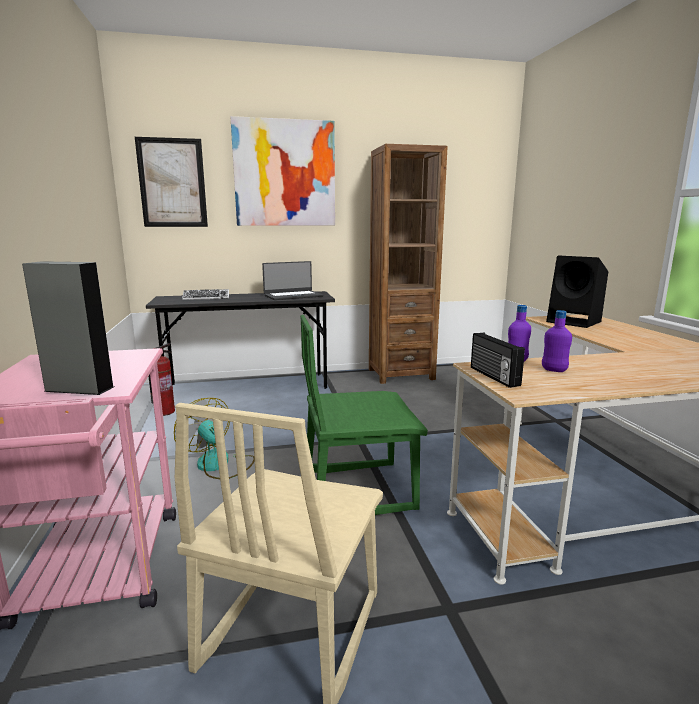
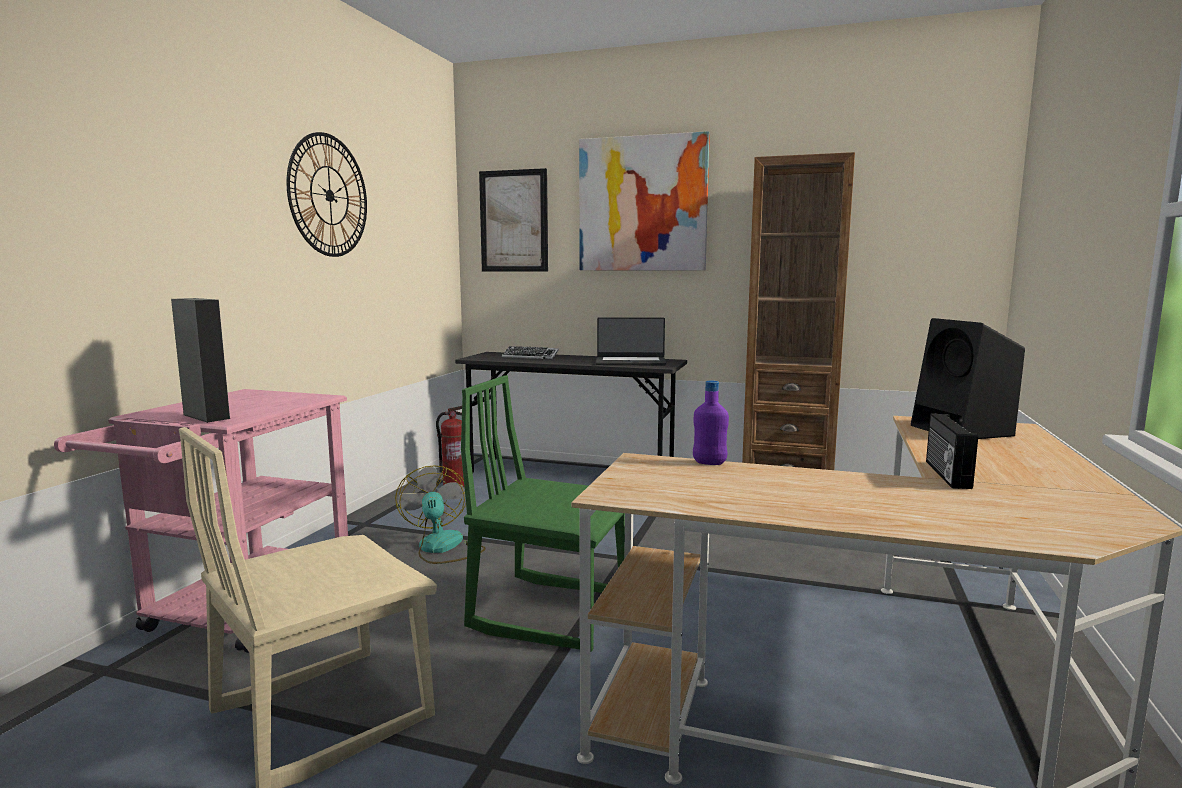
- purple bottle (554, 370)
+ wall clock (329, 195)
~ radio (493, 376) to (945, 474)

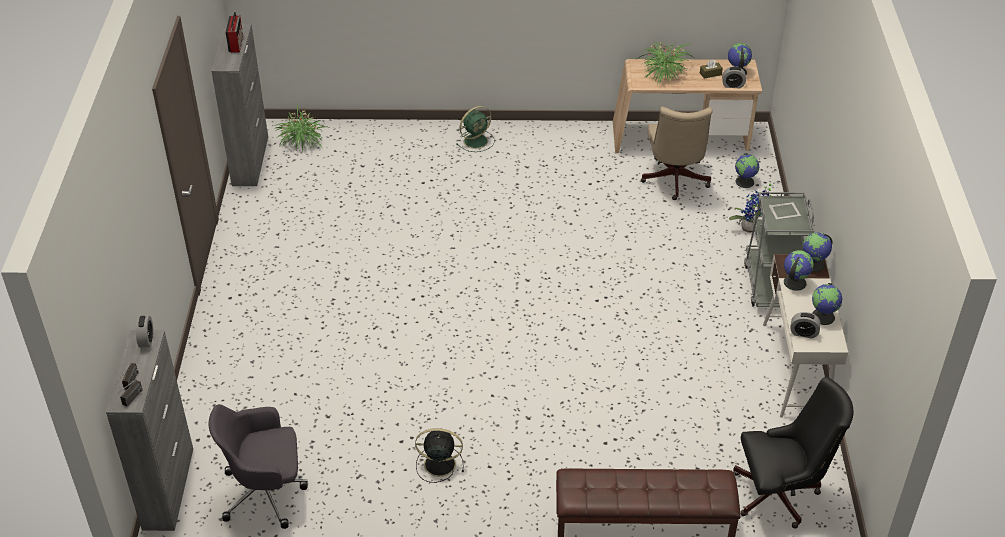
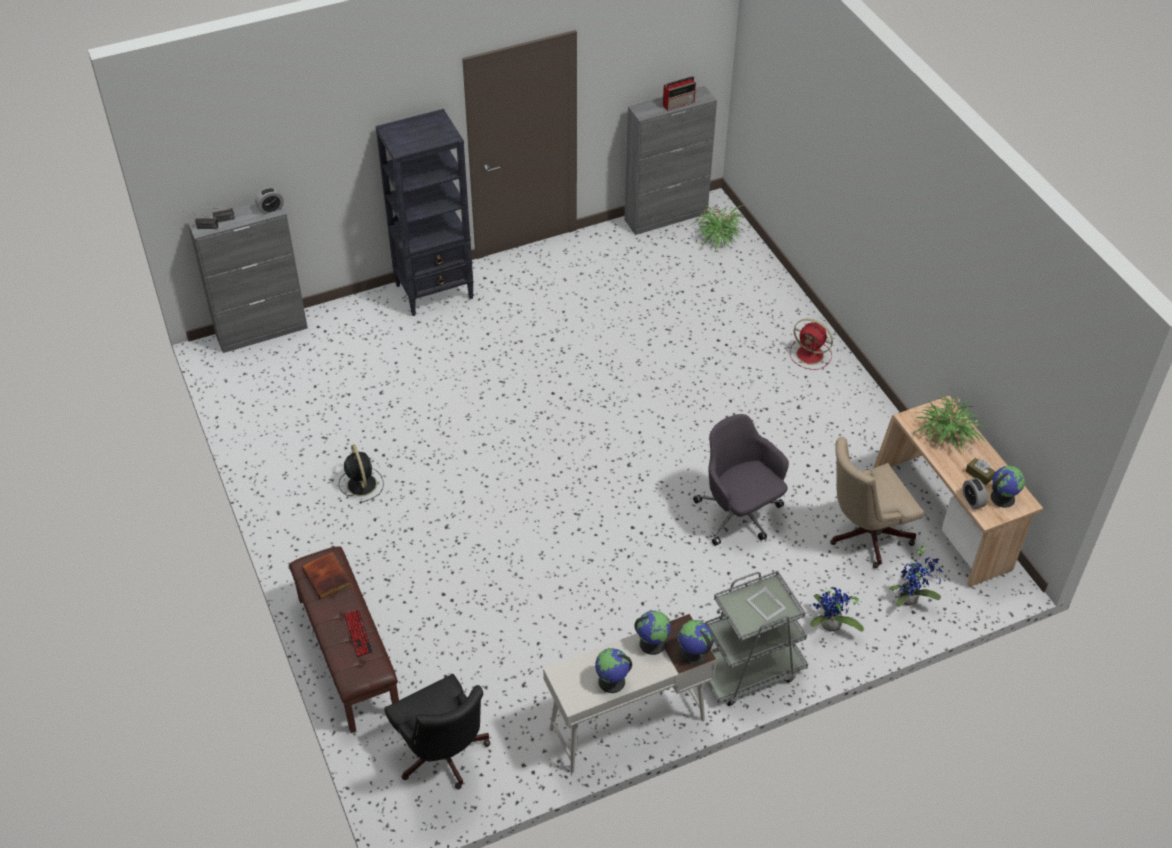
- alarm clock (803, 333)
+ book (327, 577)
+ keyboard (358, 633)
+ black bookcase (435, 291)
~ grey office chair (266, 493) to (739, 515)
~ globe (745, 181) to potted plant (910, 599)
~ green fan (476, 141) to red fan (811, 355)

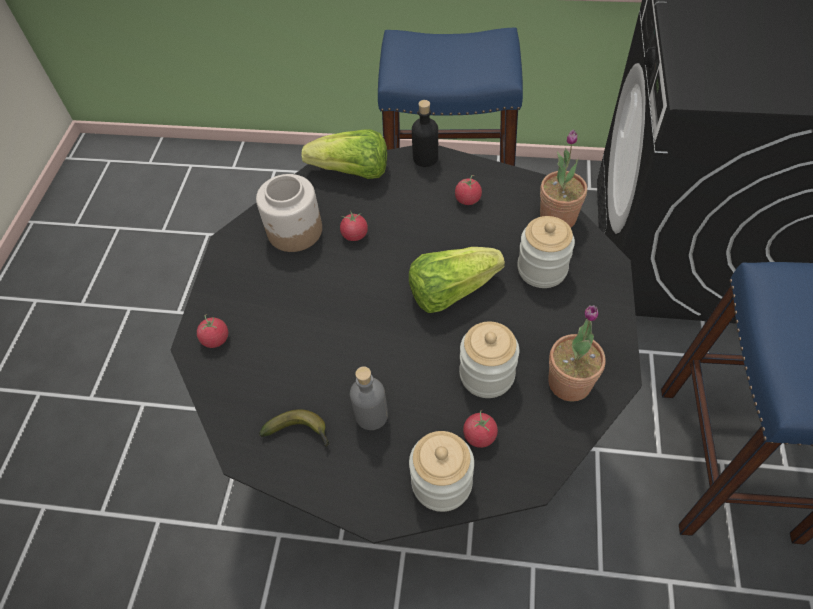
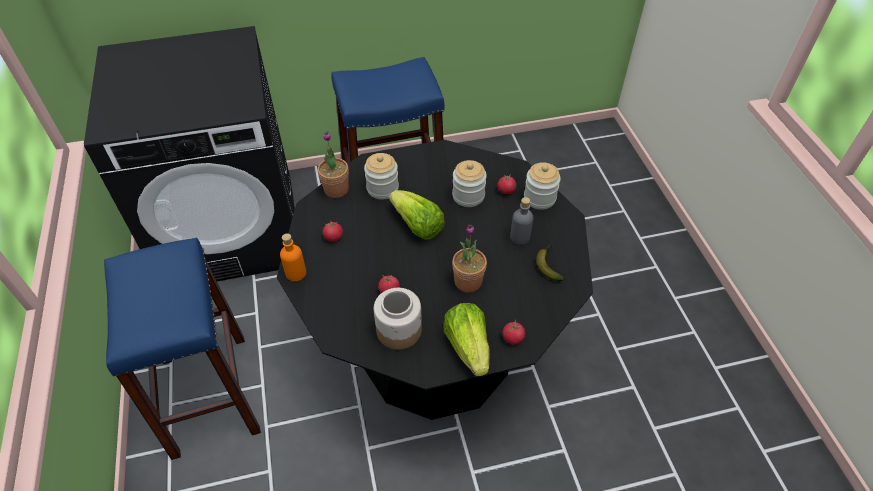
~ lettuce (352, 172) to (468, 346)
~ potted plant (569, 383) to (468, 281)
~ black bottle (425, 158) to orange bottle (296, 273)

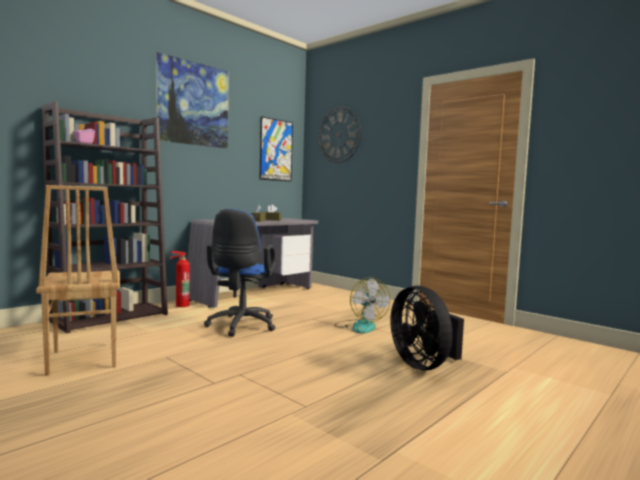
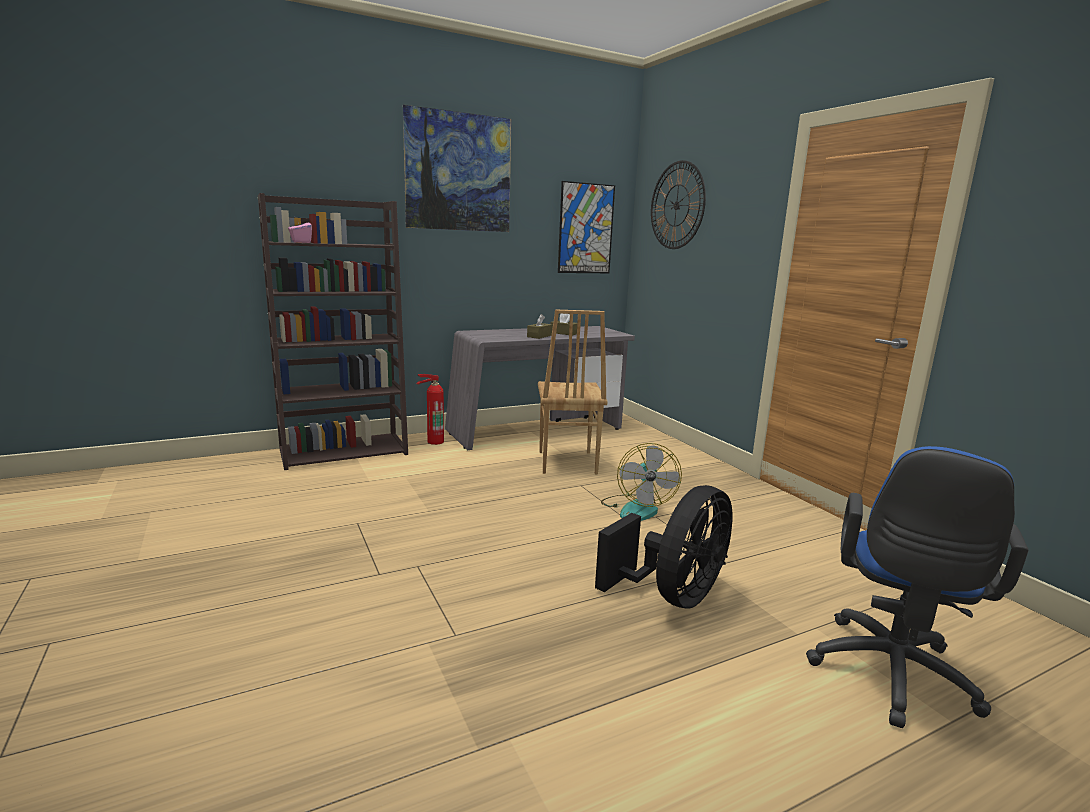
~ brown chair (82, 359) to (566, 462)
~ blue office chair (240, 326) to (890, 678)
~ black fan (423, 365) = (673, 596) 135 degrees counterclockwise

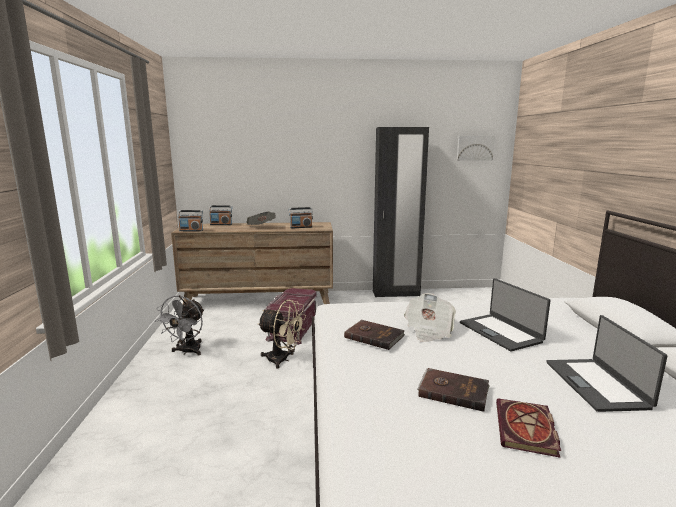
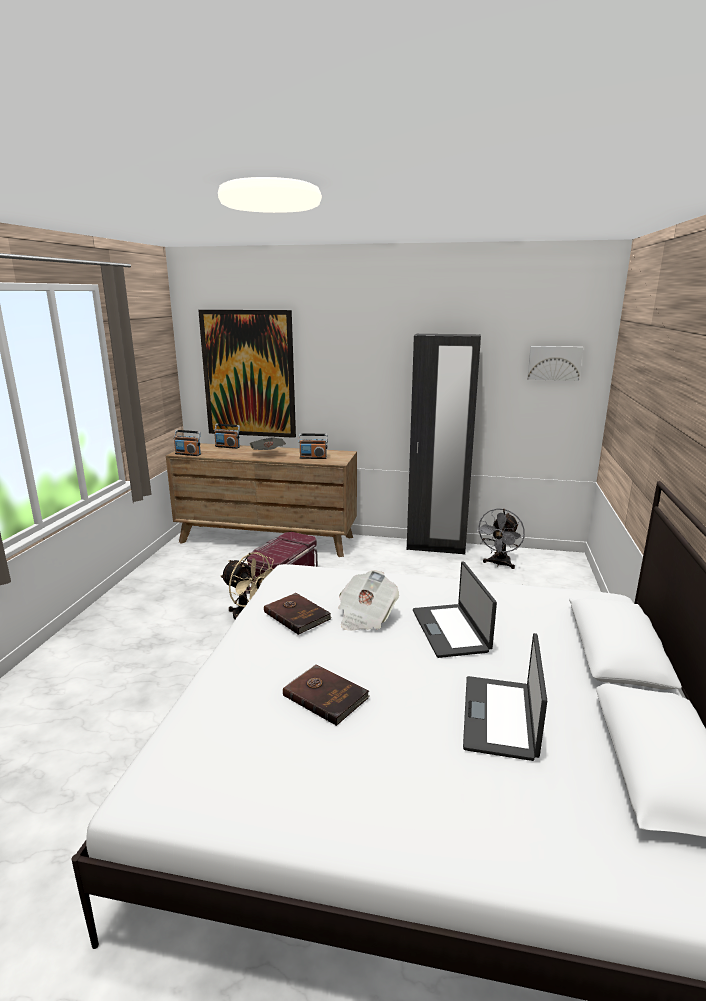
- book (527, 430)
+ picture (248, 374)
~ grey fan (187, 352) to (499, 564)

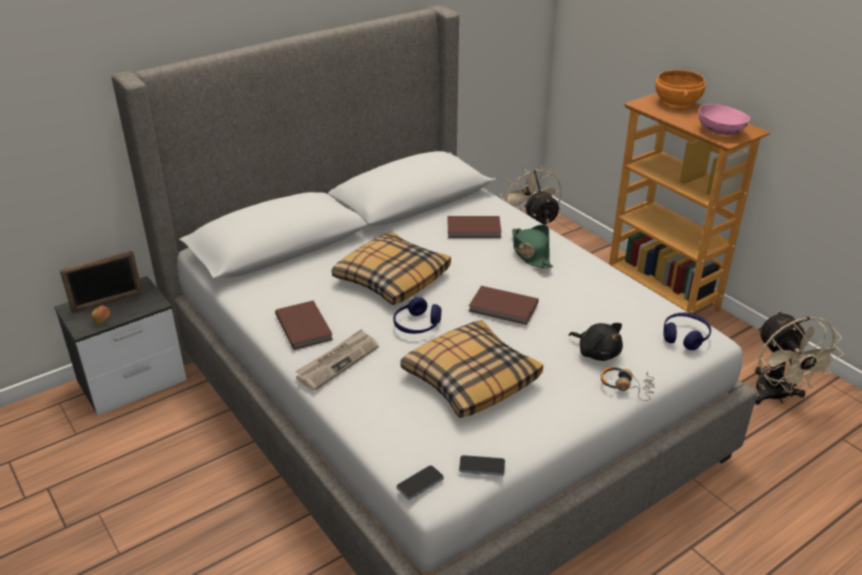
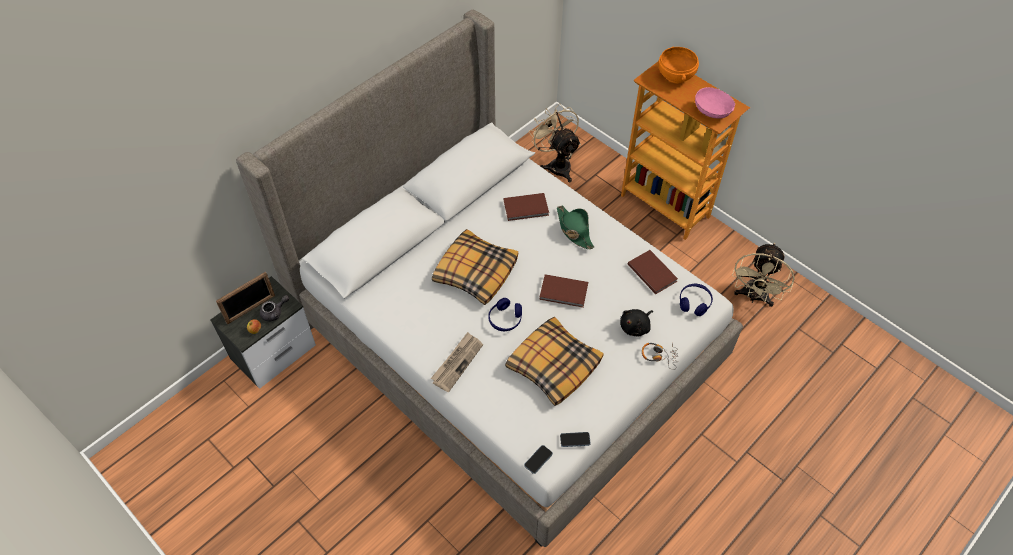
+ grey teapot (275, 312)
~ brown book (305, 326) to (652, 272)
~ black plush toy (597, 352) = (635, 327) 105 degrees clockwise
~ beige fan (777, 396) = (753, 297) 45 degrees clockwise

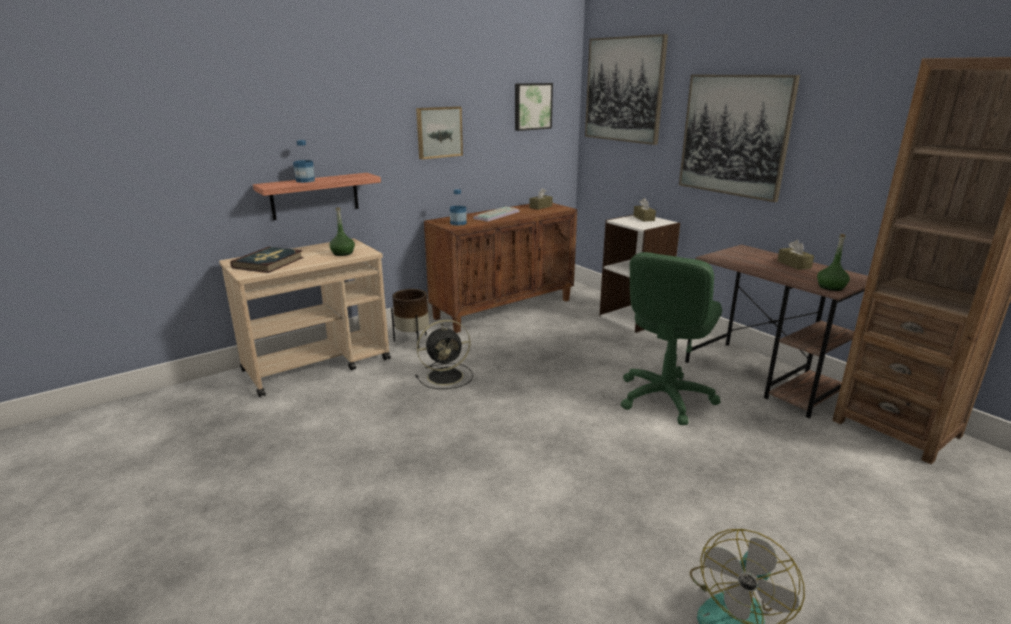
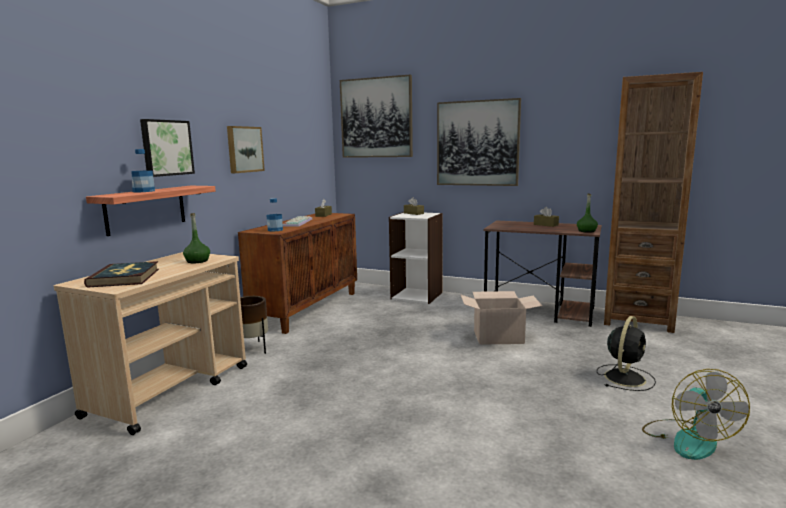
~ black fan (447, 376) to (625, 377)
~ picture (532, 106) to (166, 148)
~ green office chair (665, 398) to cardboard box (498, 337)

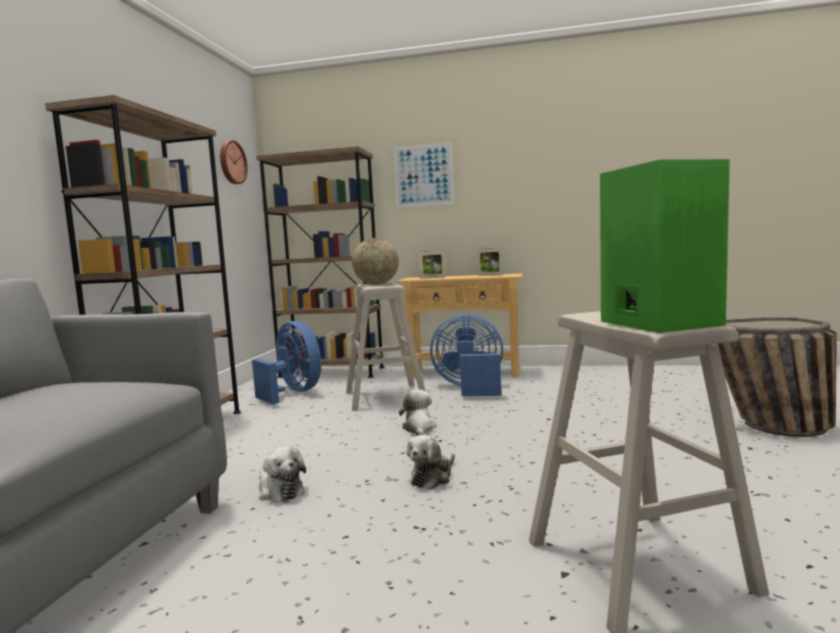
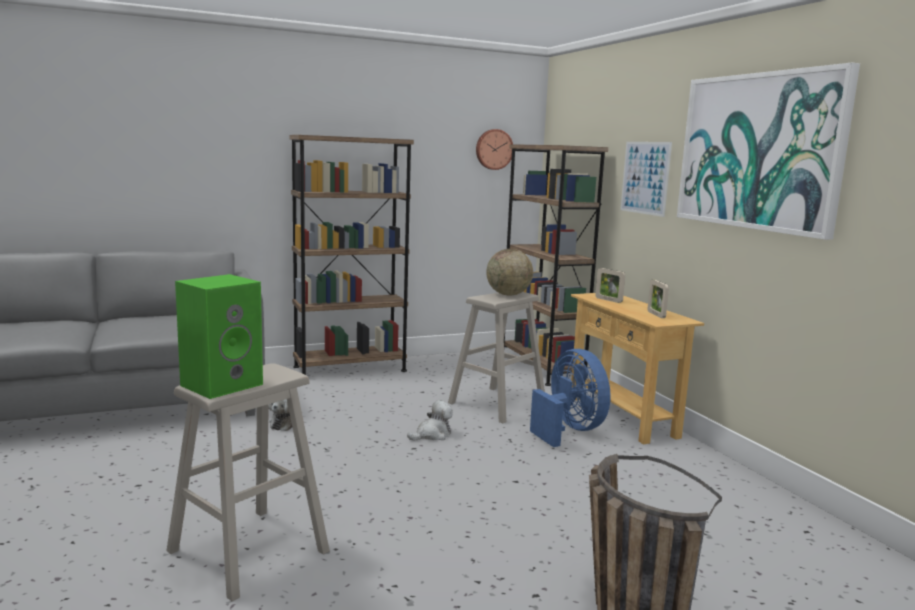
- blue fan (293, 393)
- plush toy (432, 477)
+ picture (758, 151)

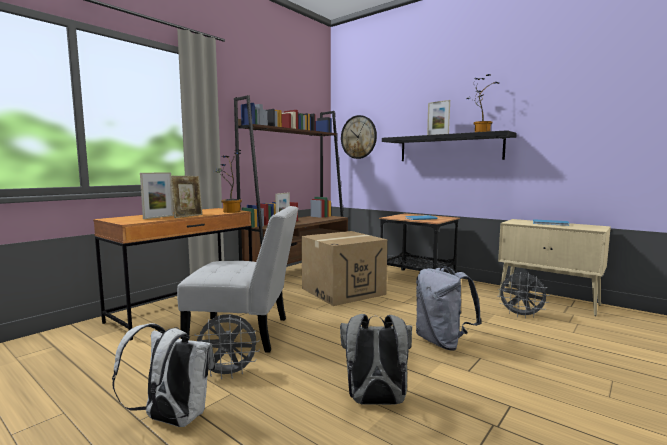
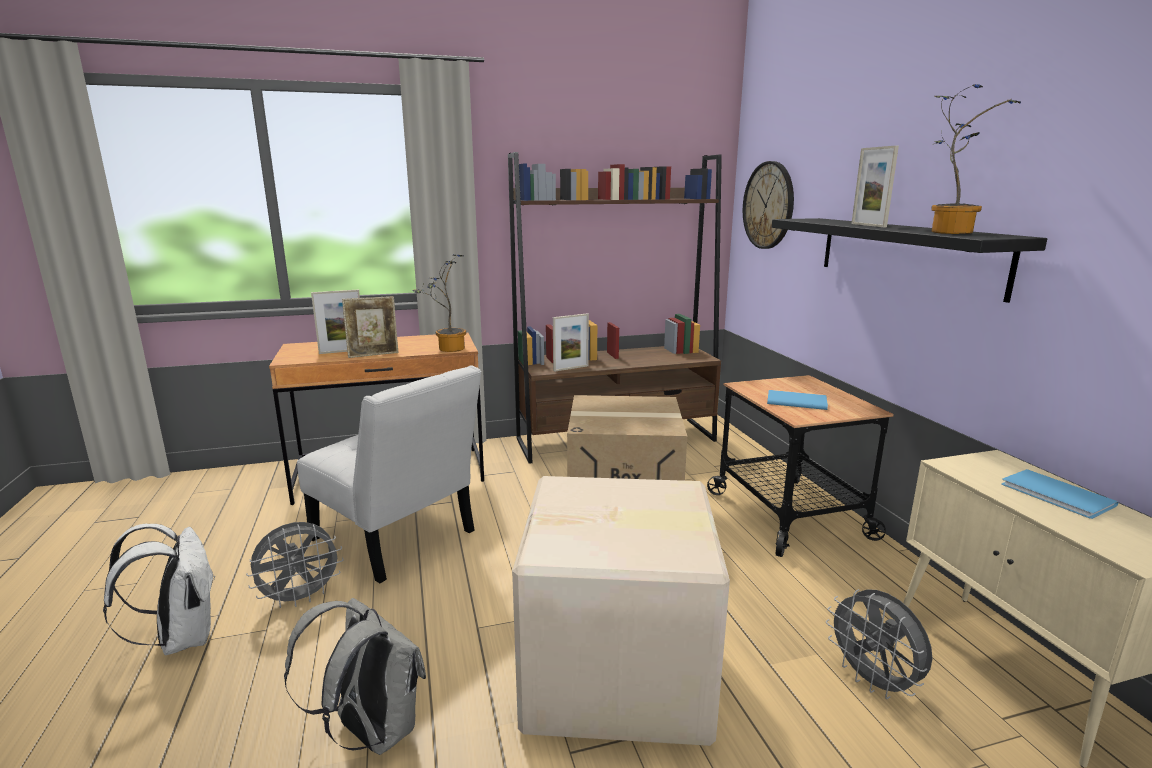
~ grey backpack (442, 342) to cardboard box (619, 673)
~ grey fan (228, 374) = (301, 598) 60 degrees counterclockwise

